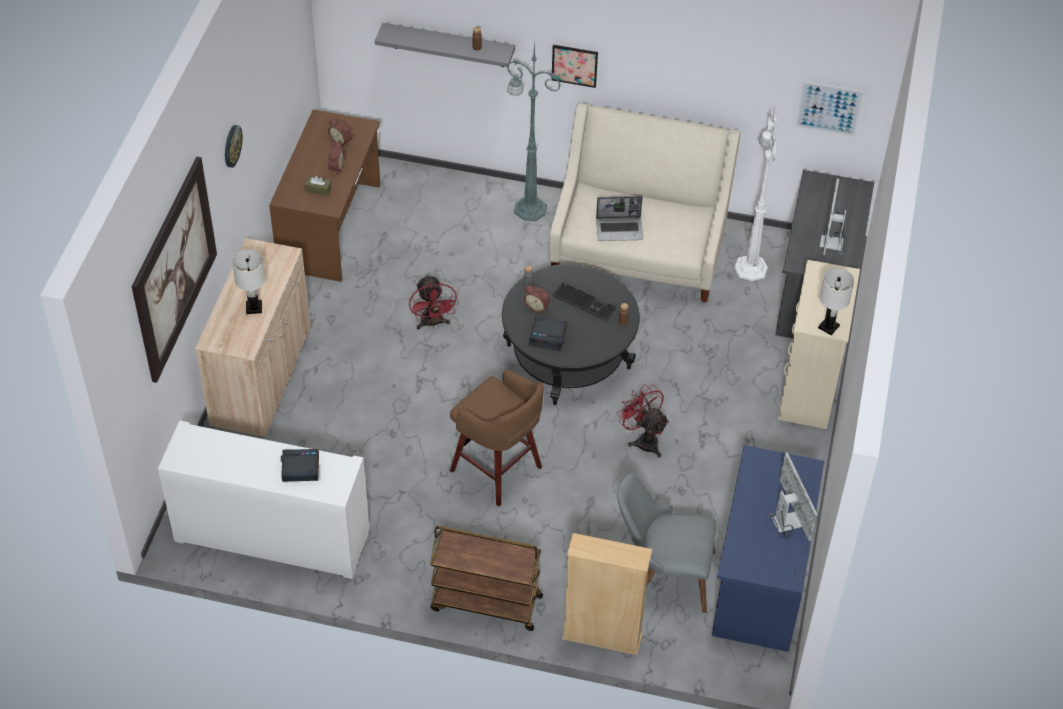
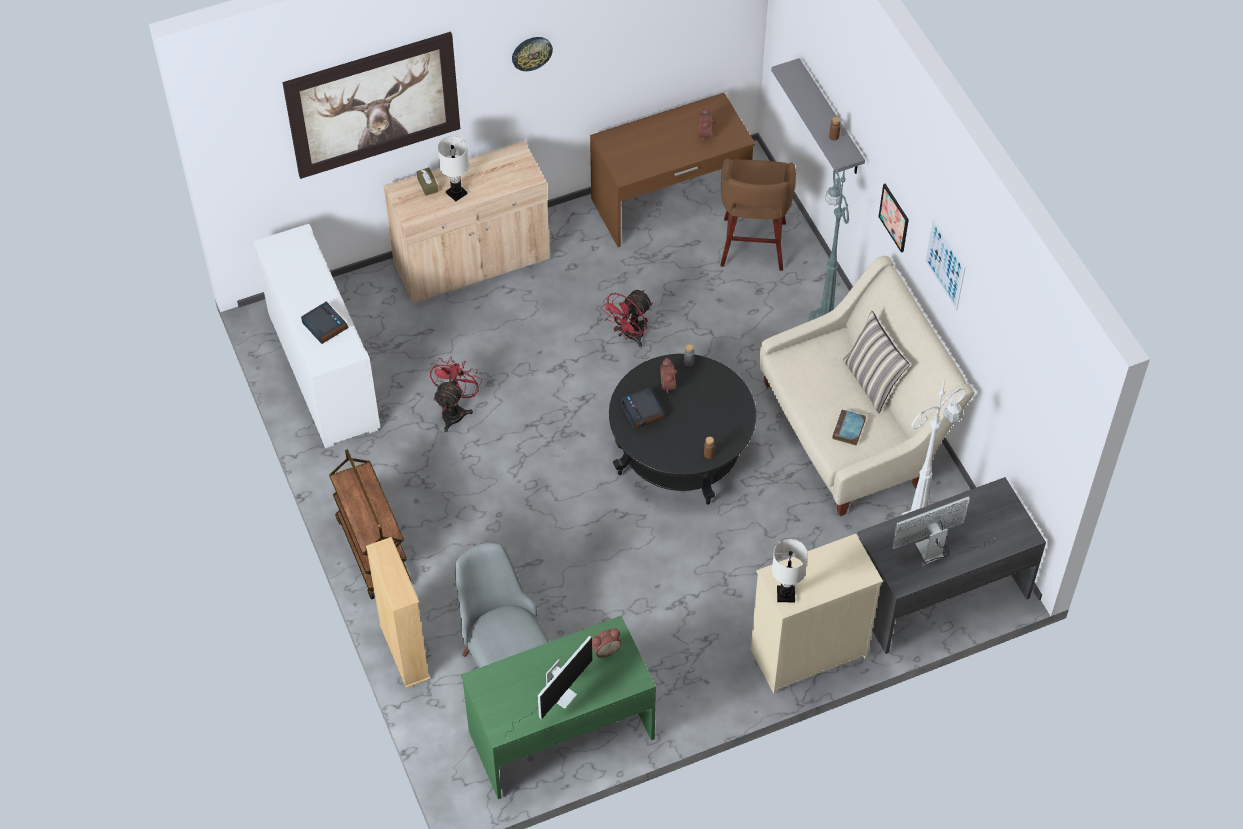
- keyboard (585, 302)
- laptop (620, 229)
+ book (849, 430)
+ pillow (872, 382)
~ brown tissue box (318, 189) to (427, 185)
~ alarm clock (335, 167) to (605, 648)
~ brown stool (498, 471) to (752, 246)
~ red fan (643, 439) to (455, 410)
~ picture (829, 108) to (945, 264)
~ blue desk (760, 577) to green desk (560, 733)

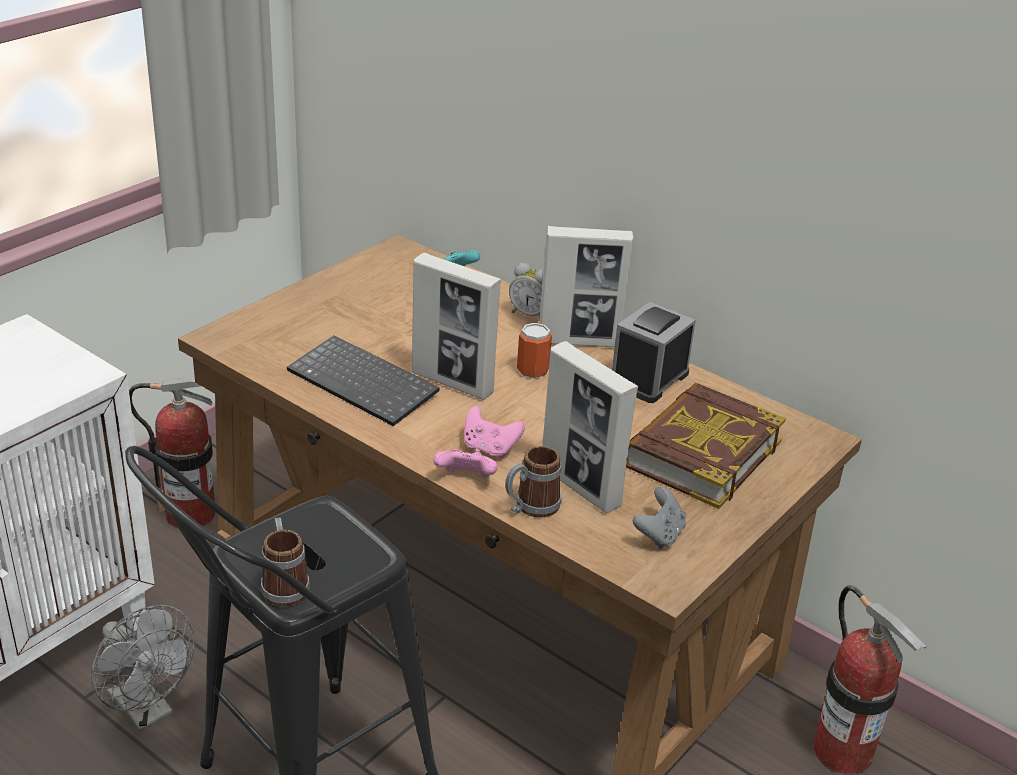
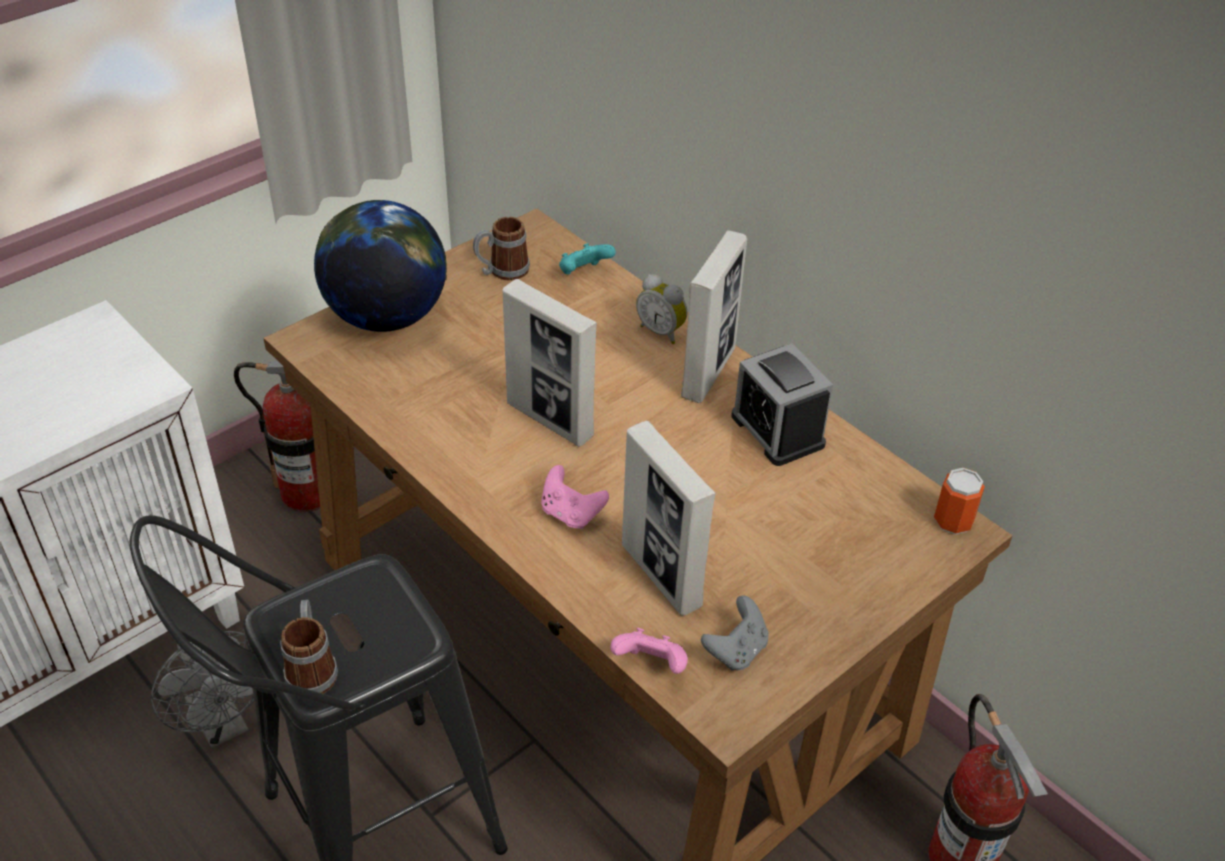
- keyboard (365, 383)
- book (700, 453)
+ globe (387, 317)
~ pink game controller (466, 479) to (651, 665)
~ mug (530, 507) to (502, 271)
~ can (532, 371) to (953, 521)
~ picture frame (579, 342) = (708, 373) 75 degrees counterclockwise
~ alarm clock (649, 378) = (777, 430) 75 degrees counterclockwise

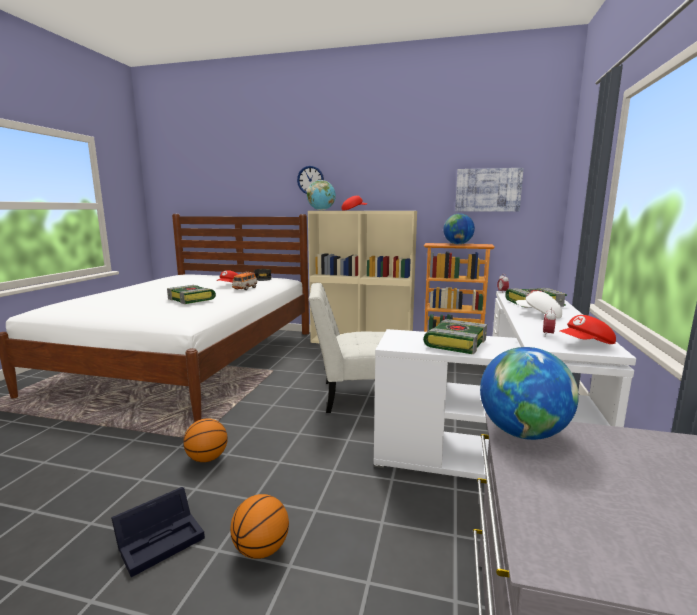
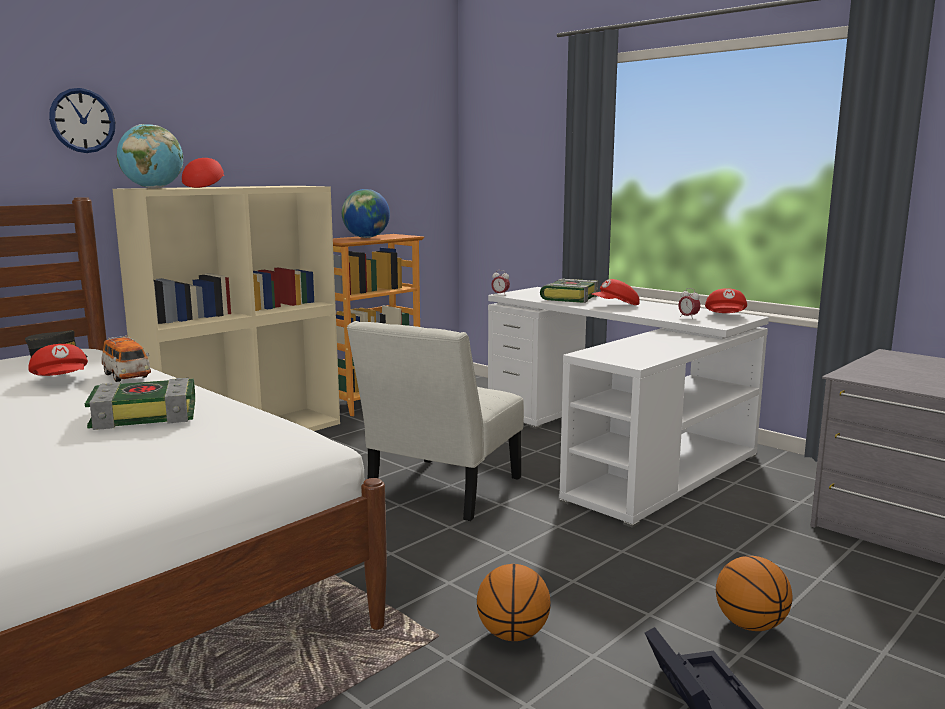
- book (455, 343)
- picture (488, 190)
- globe (522, 433)
~ white cap (538, 314) to red cap (615, 306)

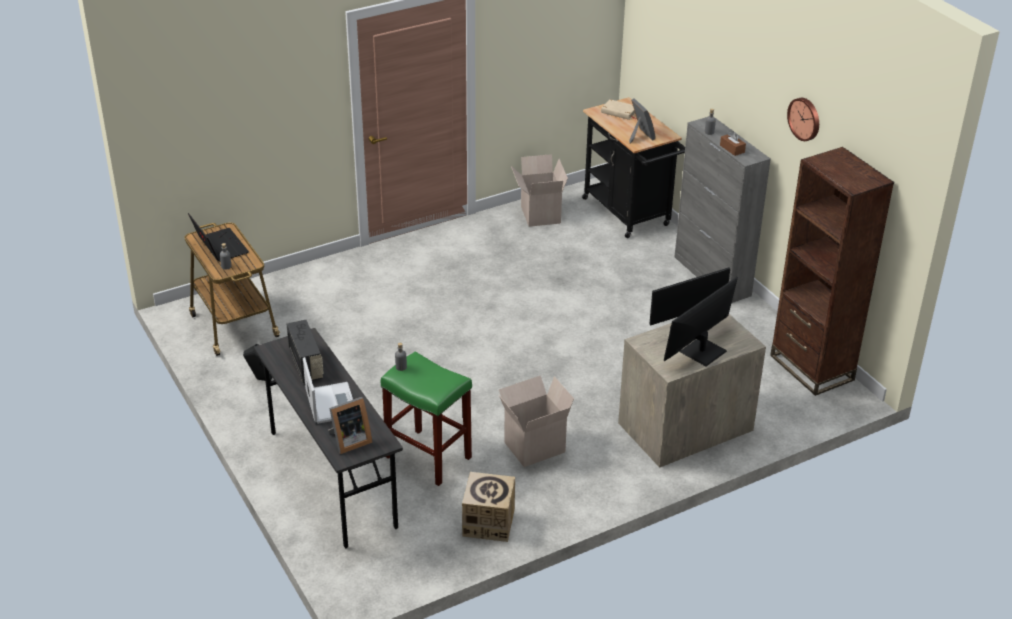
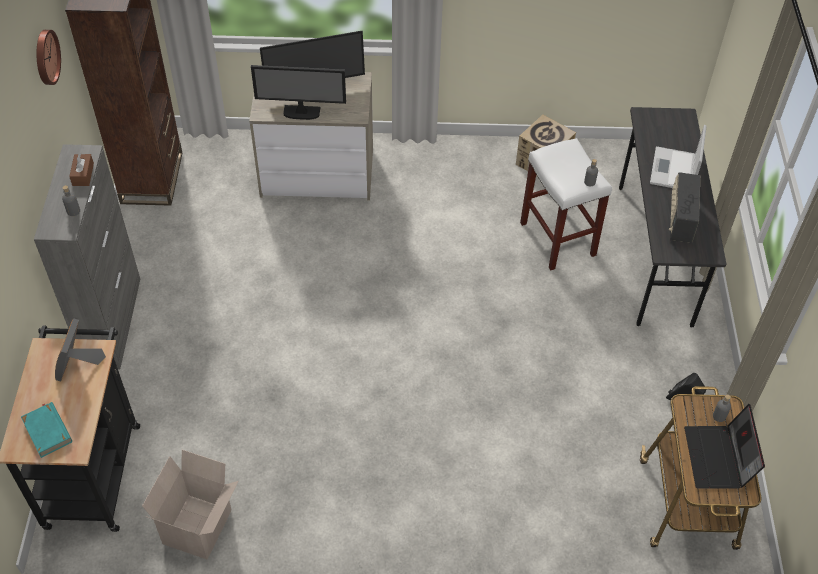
- picture frame (349, 441)
- cardboard box (534, 446)
~ green stool (429, 457) to white stool (556, 238)
~ beige book (619, 112) to turquoise book (48, 431)

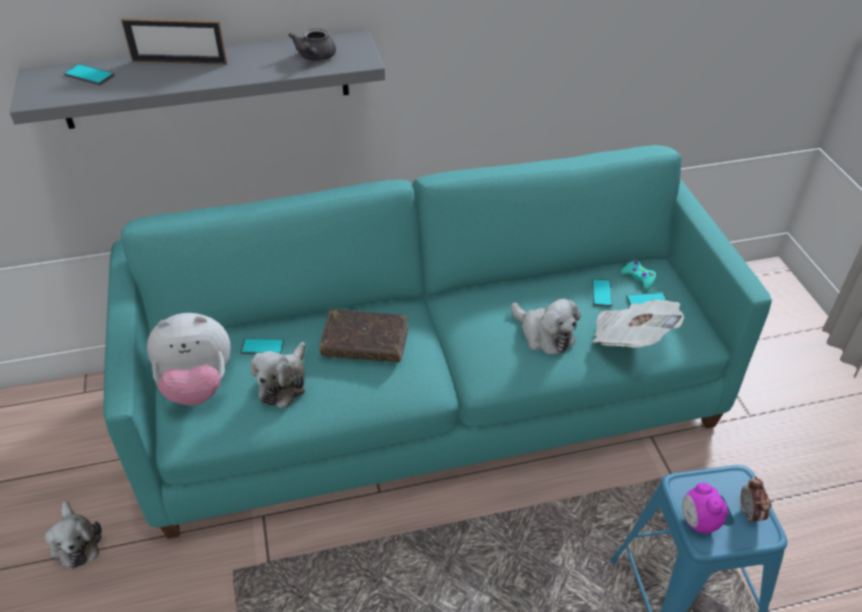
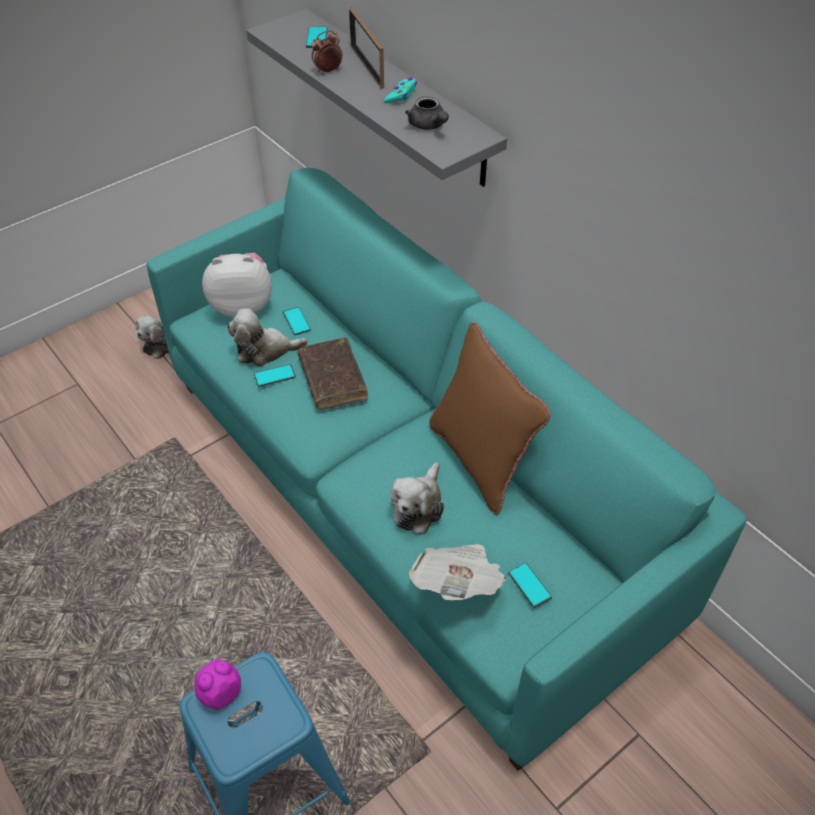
+ brown pillow (480, 459)
~ phone (601, 293) to (274, 376)
~ turquoise game controller (639, 277) to (401, 95)
~ alarm clock (749, 513) to (328, 71)
~ plush toy (197, 385) = (242, 305) 120 degrees clockwise
~ grey teapot (314, 57) = (428, 126) 105 degrees counterclockwise

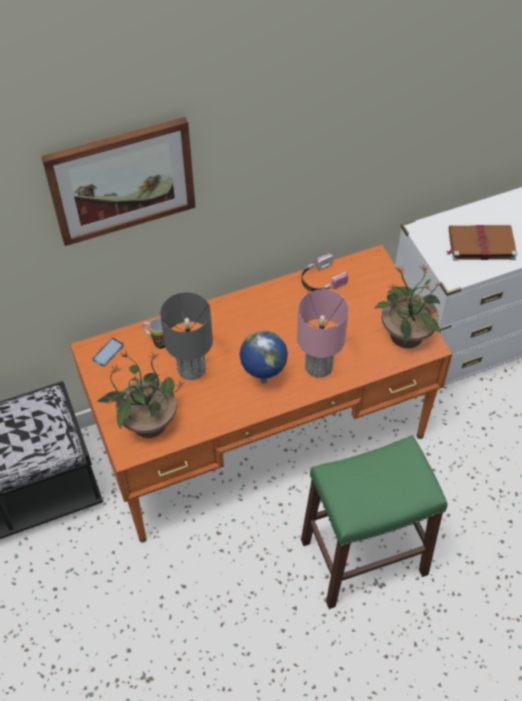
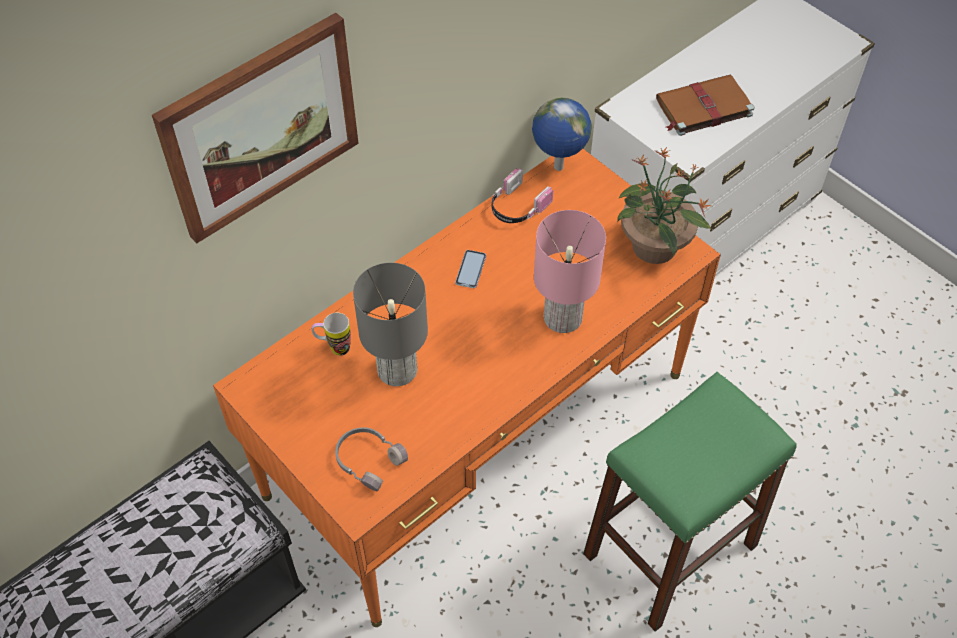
~ phone (108, 353) to (470, 270)
~ globe (263, 381) to (558, 168)
~ potted plant (148, 422) to grey headphones (368, 460)

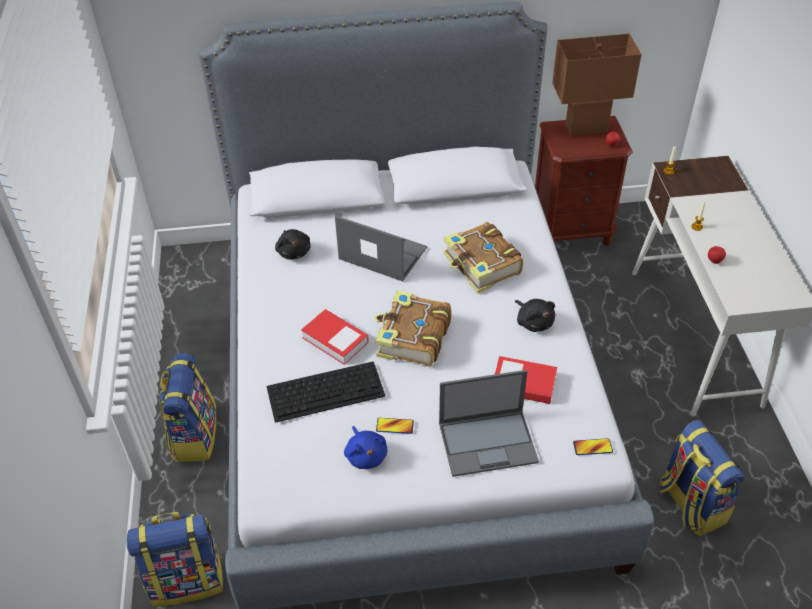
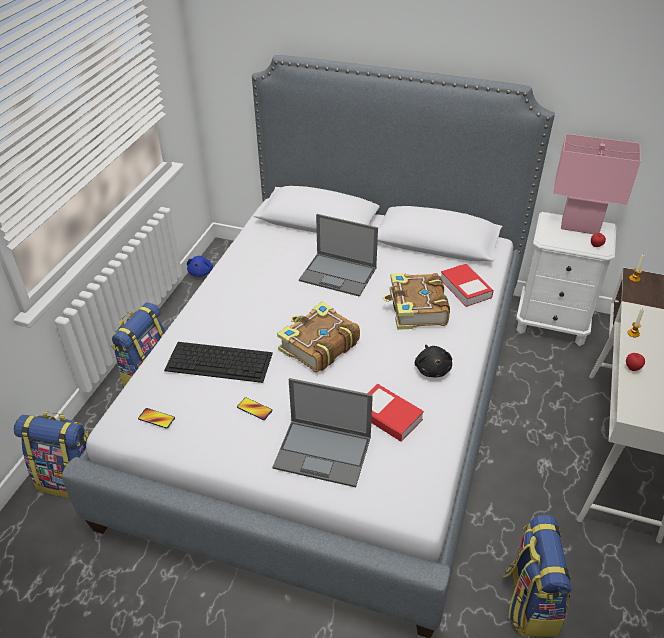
- black plush toy (294, 251)
~ book (335, 340) to (465, 288)
~ blue plush toy (366, 455) to (201, 272)
~ phone (592, 447) to (156, 419)
~ brown nightstand (572, 231) to white nightstand (552, 323)
~ brown table lamp (586, 128) to pink table lamp (580, 227)
~ laptop (381, 253) = (339, 274) 150 degrees clockwise

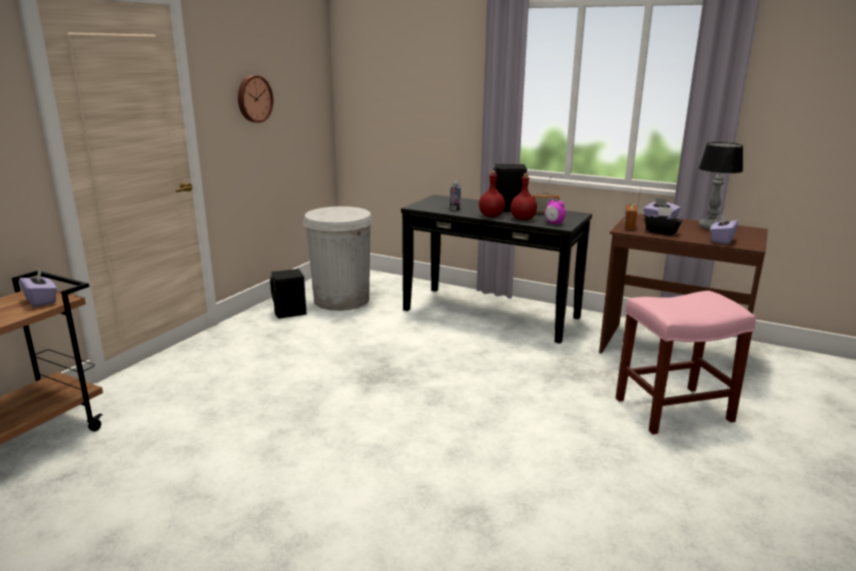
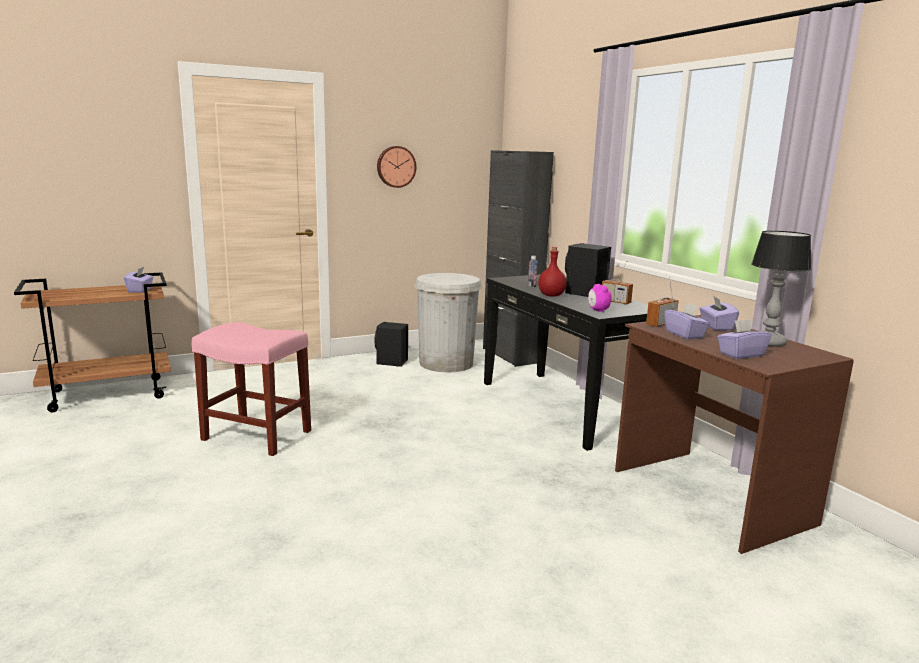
- red bottle (523, 219)
+ black cabinet (510, 355)
~ pink stool (672, 410) to (255, 435)
~ black tissue box (661, 232) to purple tissue box (684, 334)

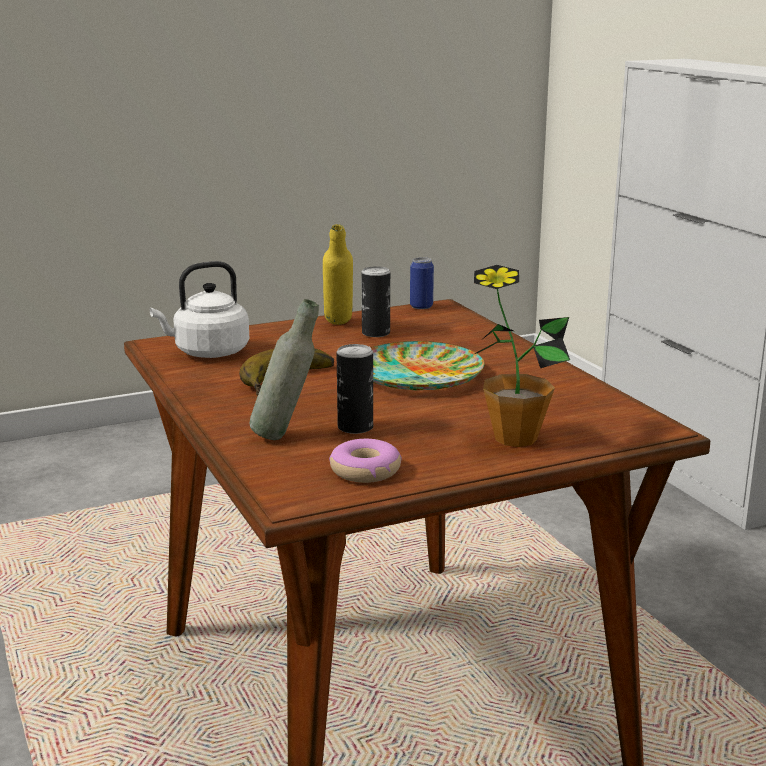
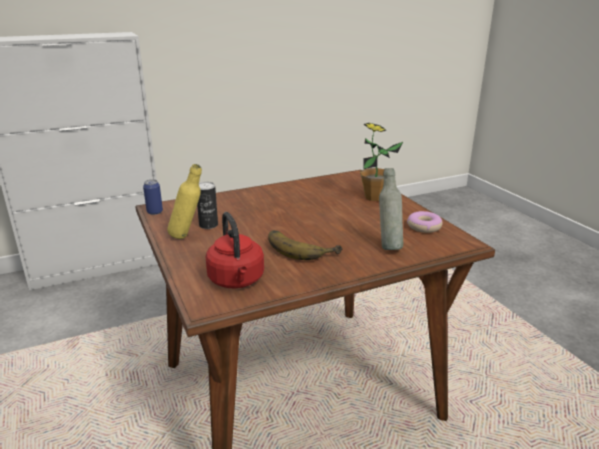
- can (355, 427)
- plate (418, 375)
~ white kettle (208, 352) to red kettle (237, 281)

